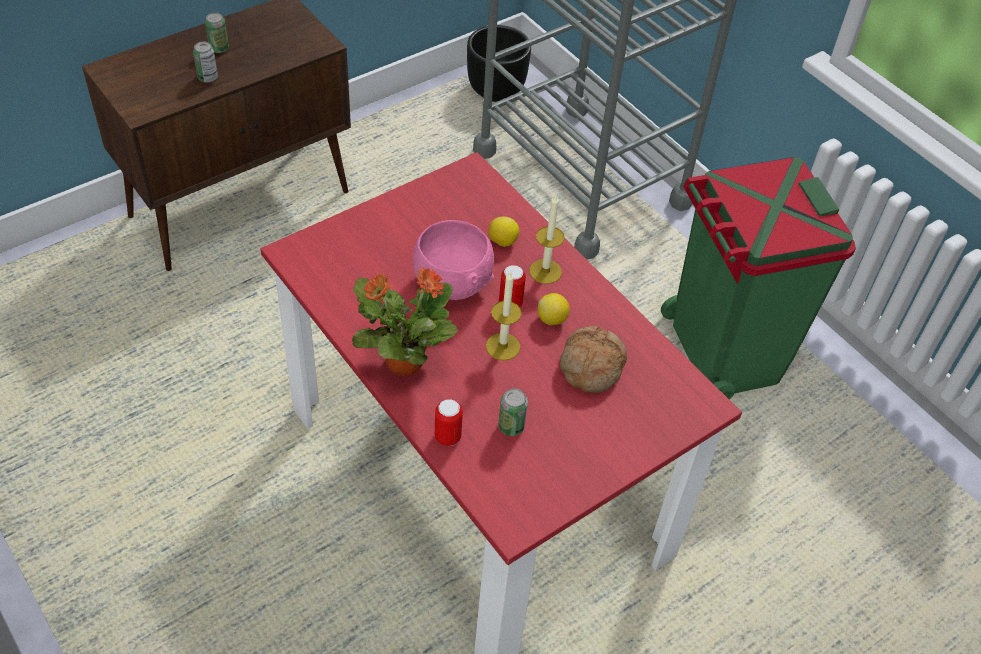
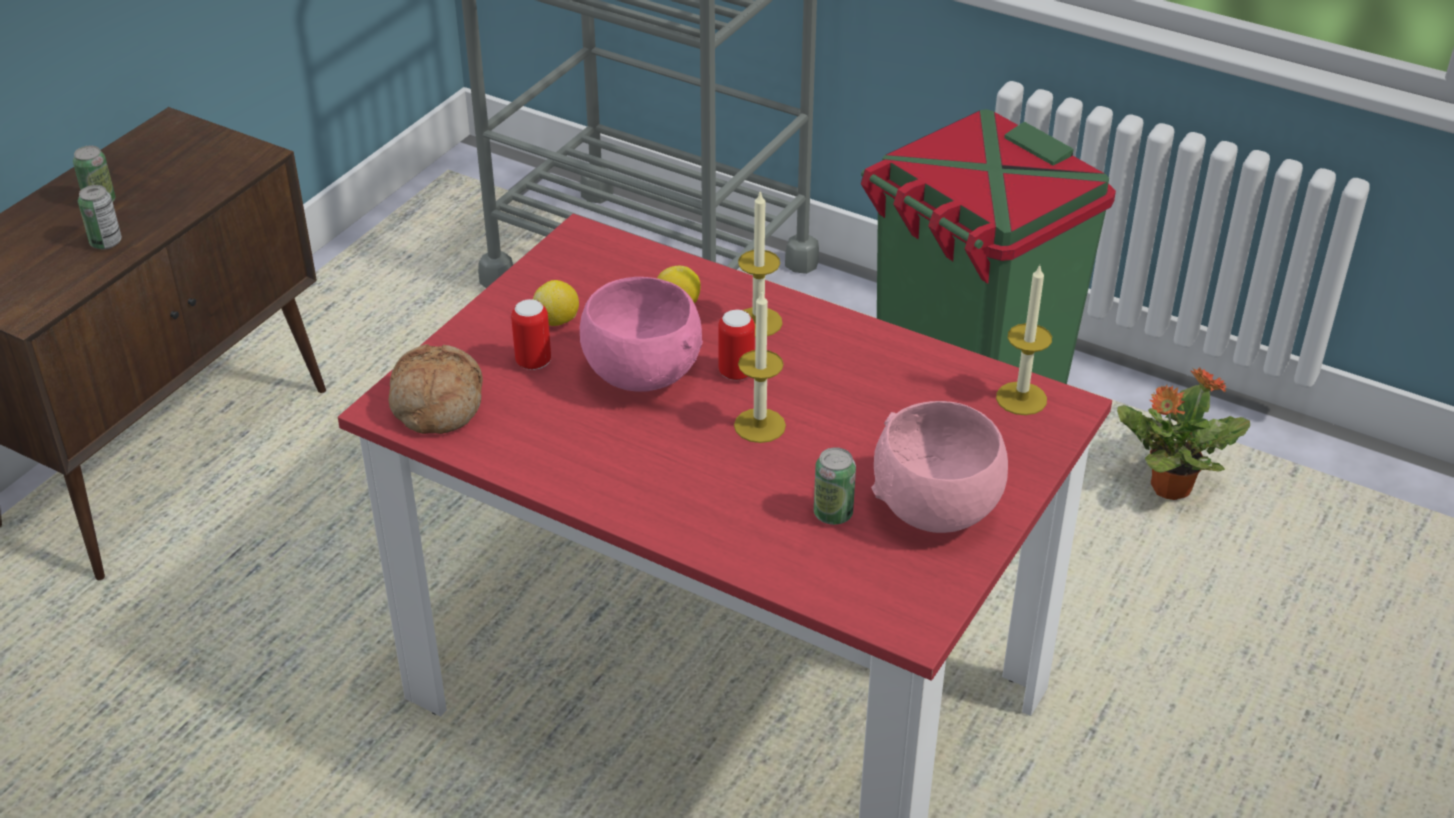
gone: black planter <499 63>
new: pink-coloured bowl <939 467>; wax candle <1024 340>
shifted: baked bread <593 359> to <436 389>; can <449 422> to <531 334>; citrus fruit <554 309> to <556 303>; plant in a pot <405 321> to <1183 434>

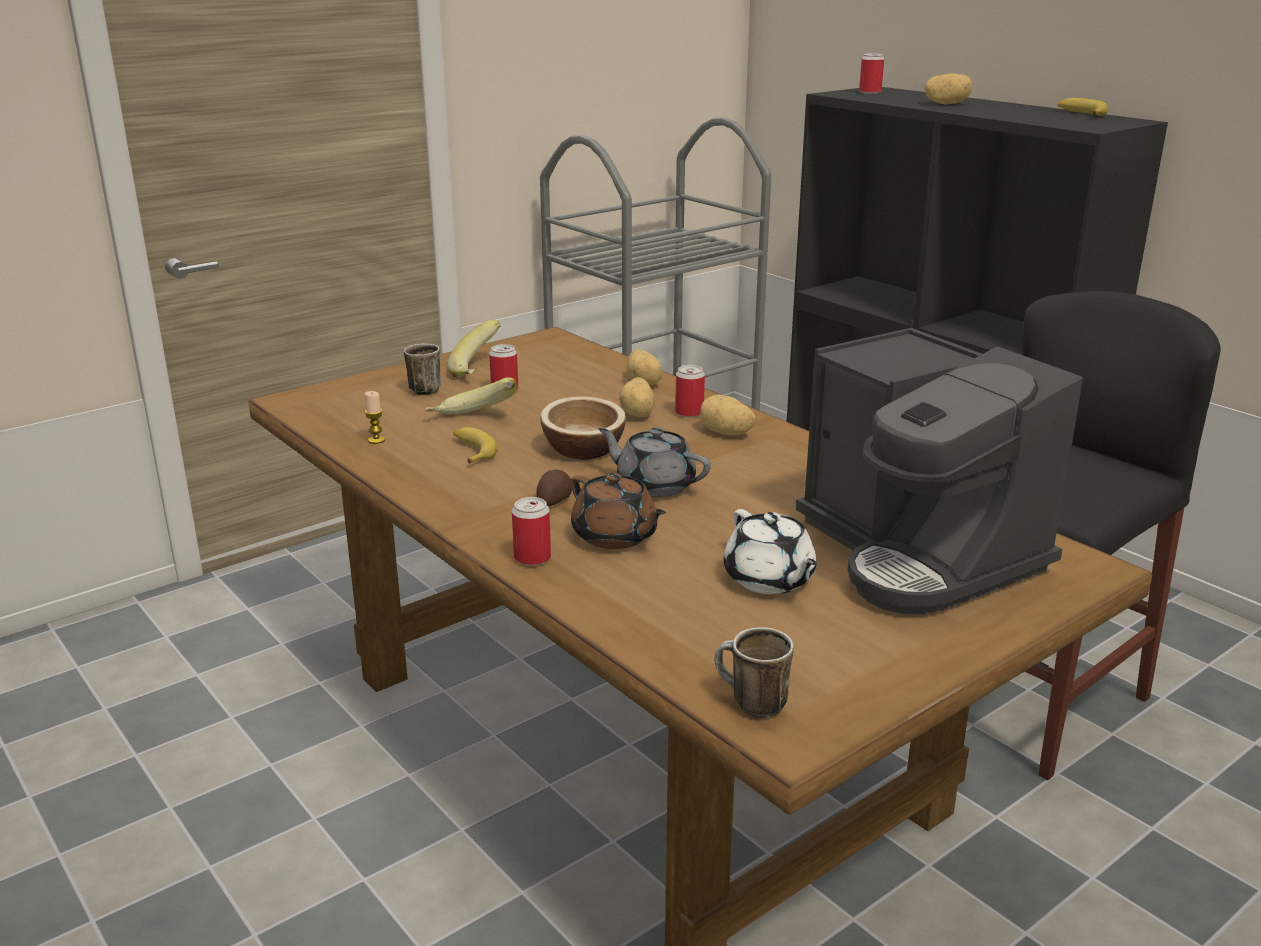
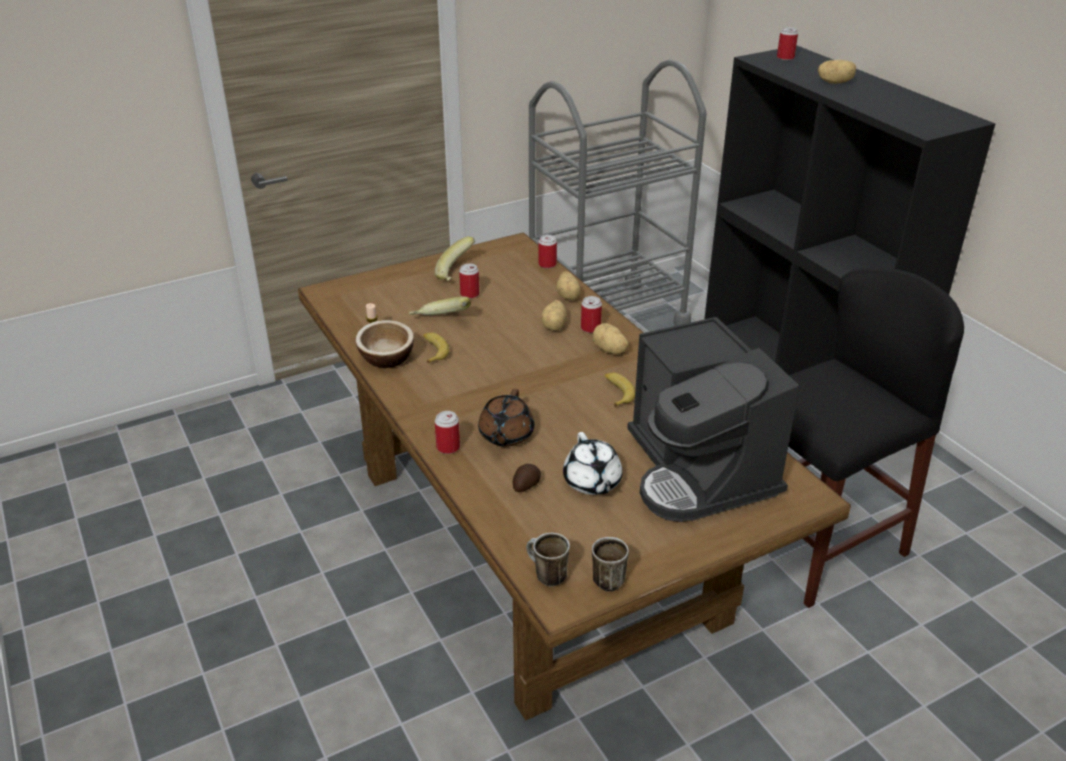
gone: gray teapot <654 462>
new: can <547 251>
shifted: bowl <583 428> to <384 344>; whole potato <554 487> to <527 478>; mug <422 369> to <610 564>; whole banana <1083 107> to <620 390>
rotated: brown-coloured teapot <618 511> = <506 418> 45 degrees clockwise

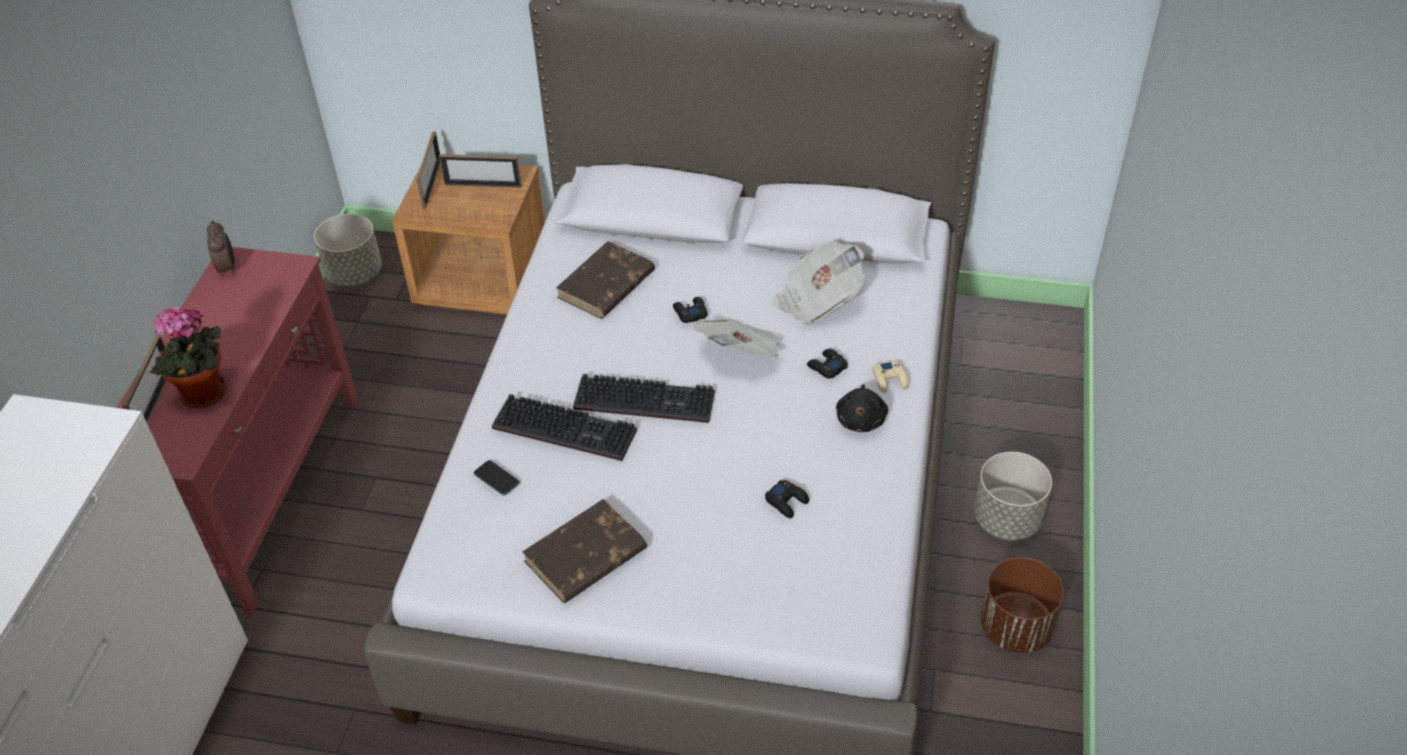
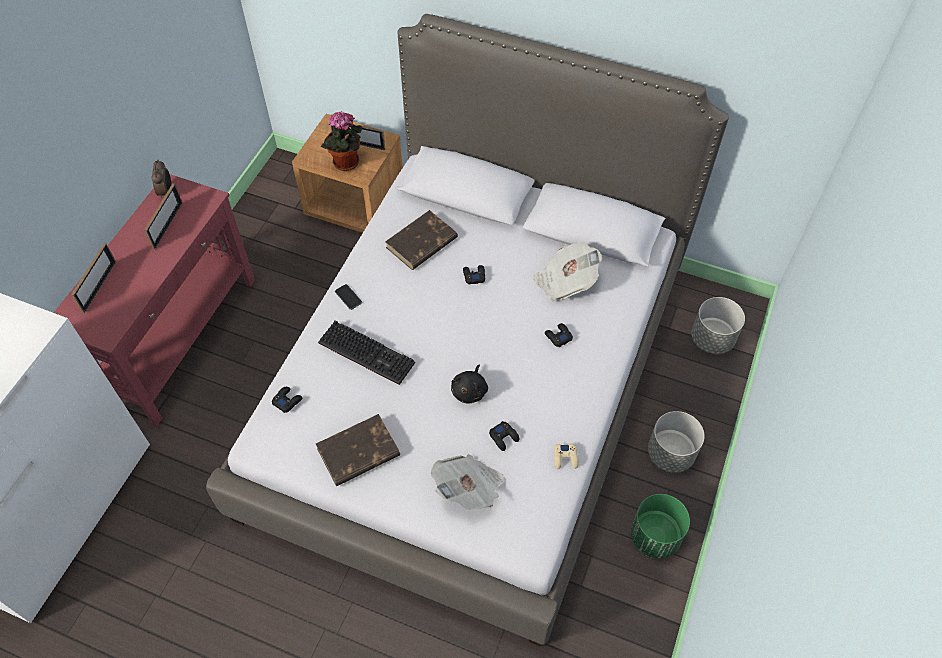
gone: keyboard <644 398>
new: black game controller <287 400>
shifted: standing frame <428 170> to <163 216>; plant in a pot <188 357> to <341 141>; phone <497 478> to <348 297>; printed paper <739 337> to <468 482>; black plush toy <862 408> to <469 384>; beige-coloured game controller <891 376> to <566 456>; gray planter <348 250> to <718 325>
repainted: brown-coloured planter <1022 605> to greenish planter <660 526>

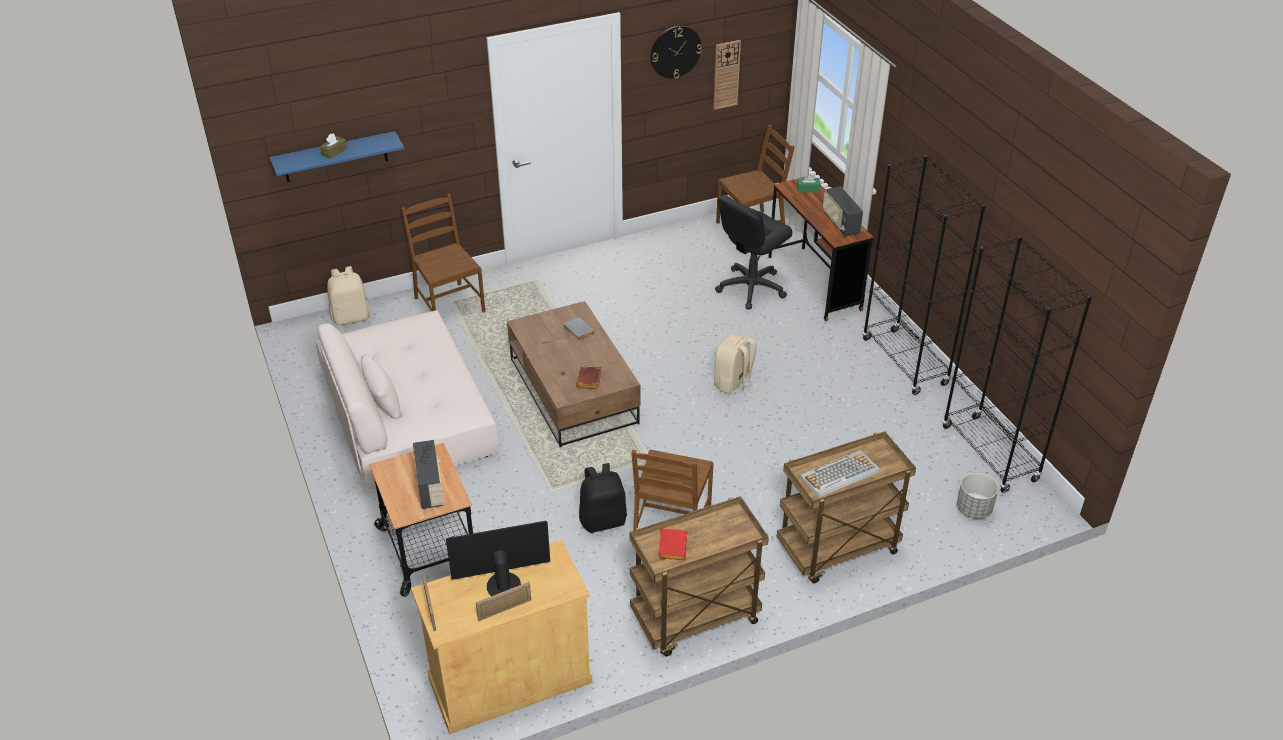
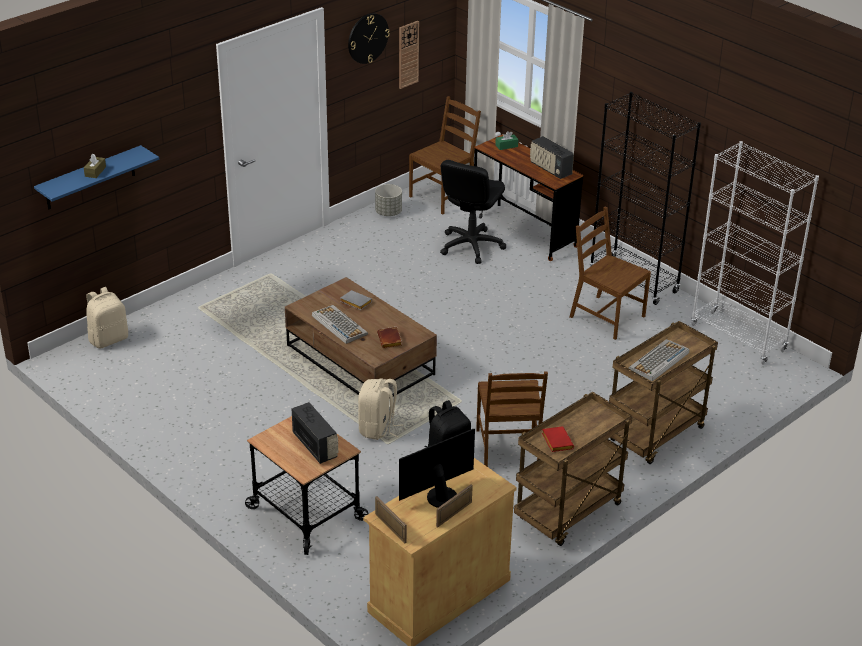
gone: beige-coloured settee <407 400>
new: keyboard <340 324>
shifted: beige-coloured rucksack <736 365> to <380 409>; gray planter <977 496> to <388 200>; brown-coloured chair <443 253> to <610 273>
repainted: black bookshelf <1017 364> to white-coloured bookshelf <755 253>

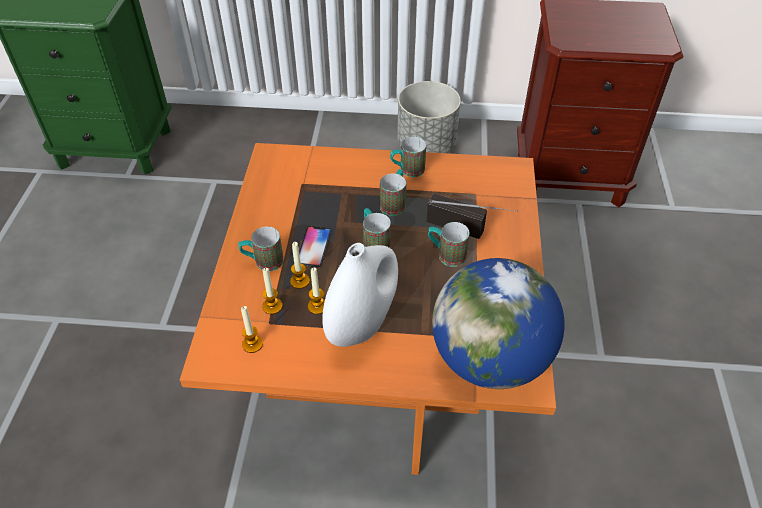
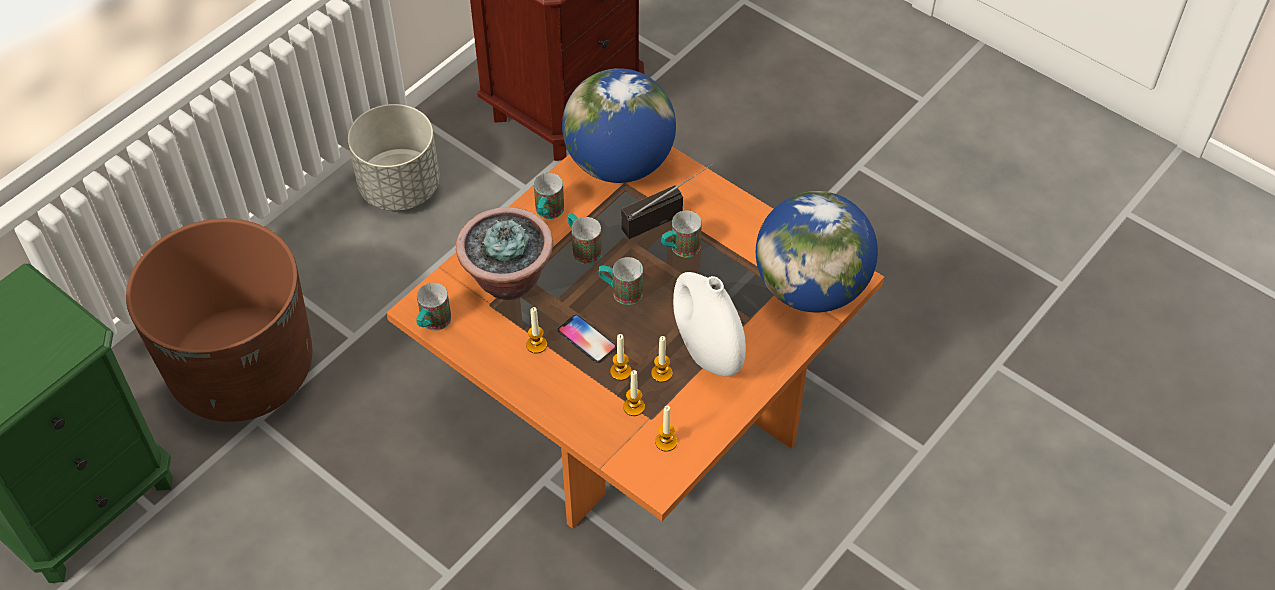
new: brown-coloured planter <219 320>; plant in a pot <504 253>; wax candle <536 330>; world globe <619 125>
shifted: mug <261 249> to <434 307>

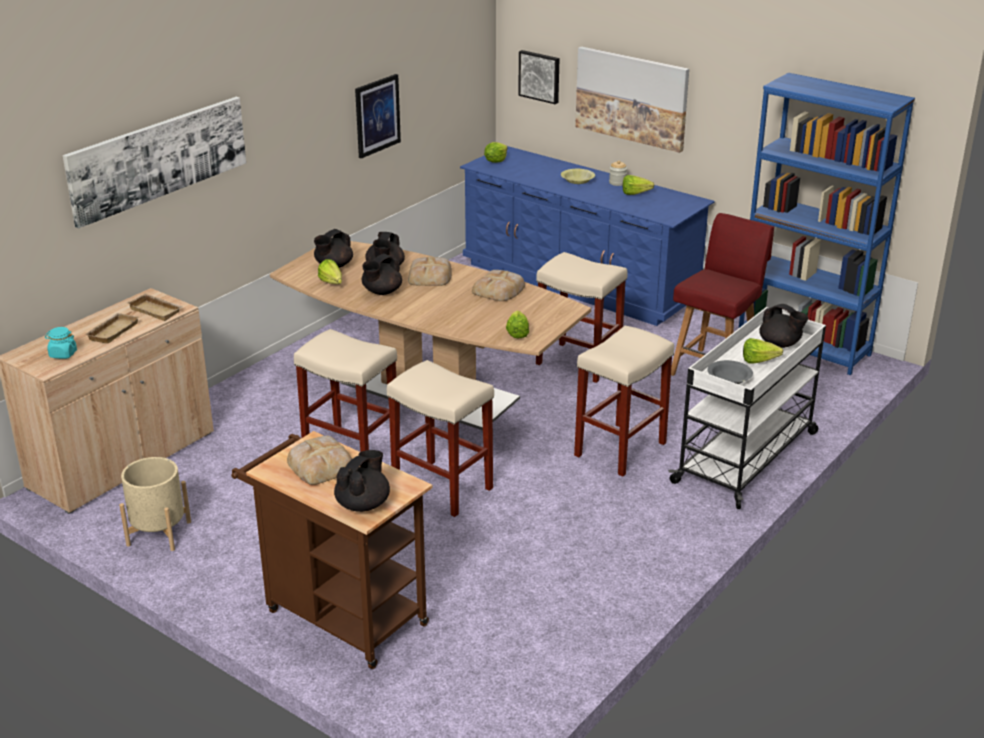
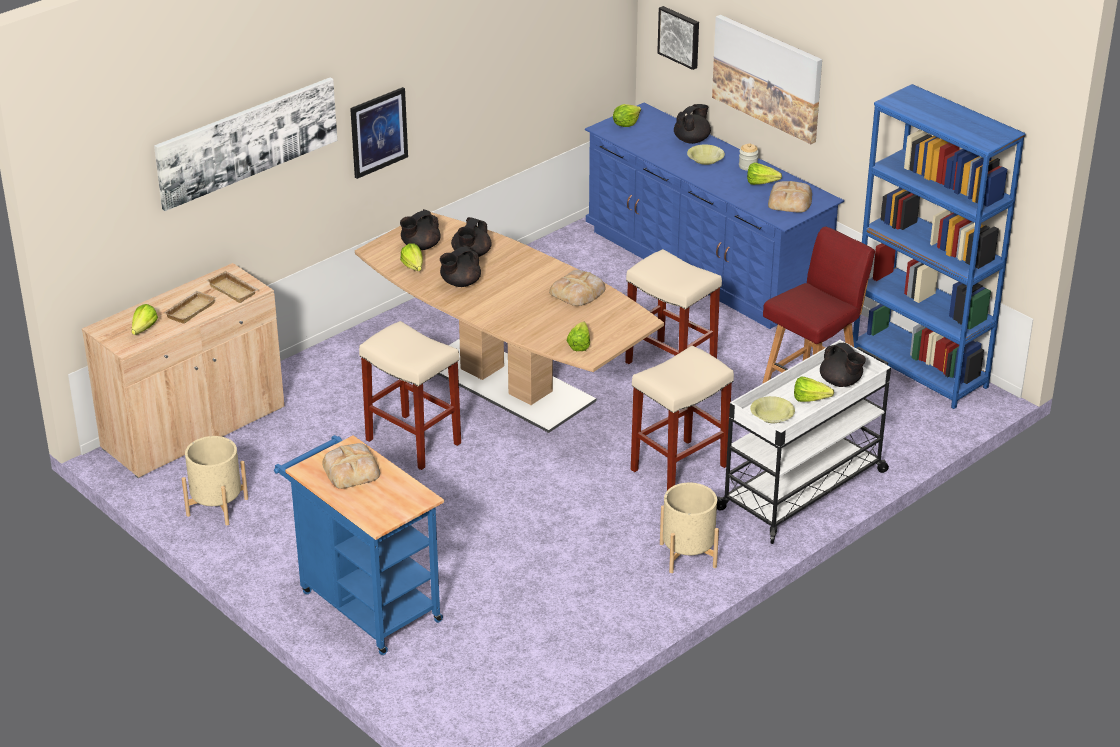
gone: beige-coloured sitting stool <440 438>
new: beige-coloured planter <689 528>
shifted: wall picture <378 116> to <379 133>; black teapot <362 481> to <692 124>; baked bread <430 271> to <790 197>
swapped: turquoise preserve jar <61 343> to lettuce head <144 319>
repainted: brown-coloured wheeled cart <332 550> to blue-coloured wheeled cart <359 545>; gray bowl <730 372> to yellow-coloured bowl <772 409>

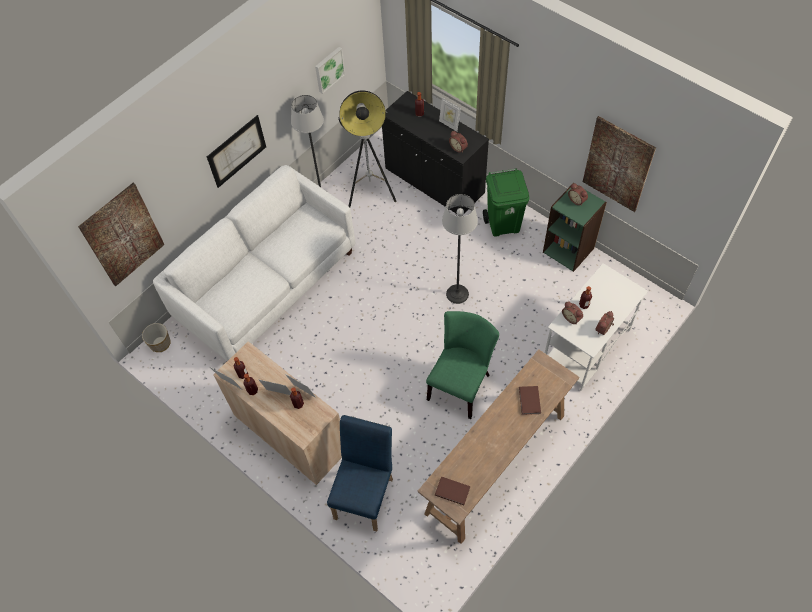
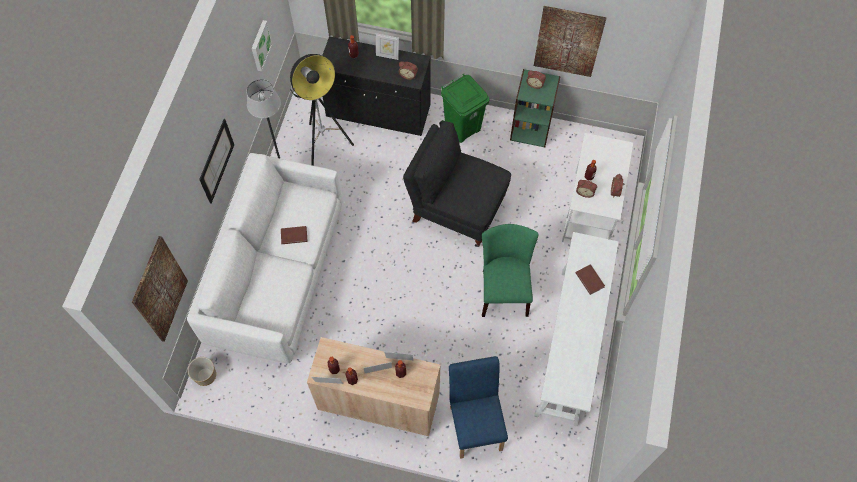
shifted: brown-coloured book <452 490> to <294 235>
swapped: floor lamp <460 249> to black chair <457 184>
repainted: brown-coloured narrow table <498 446> to white-coloured narrow table <576 329>

